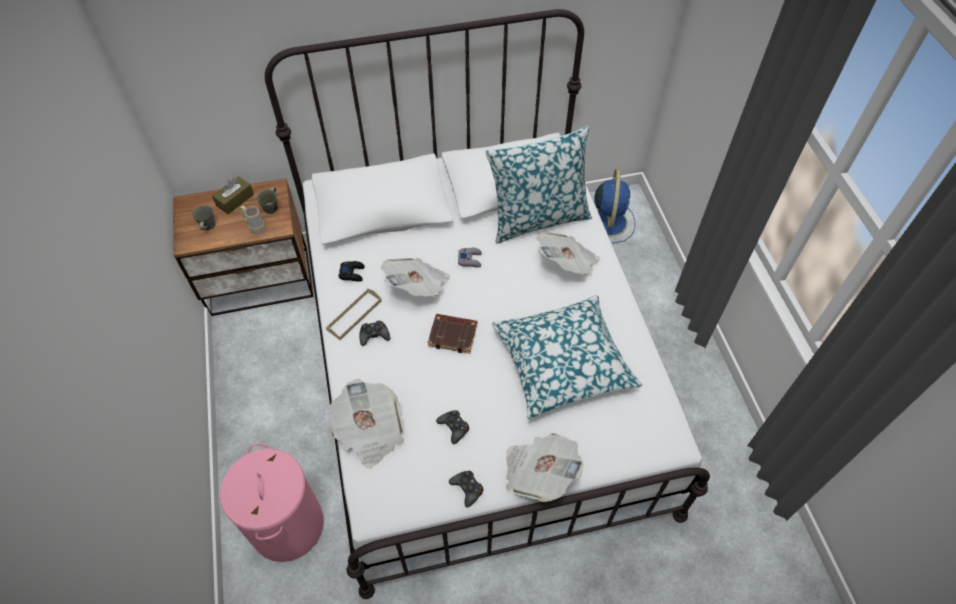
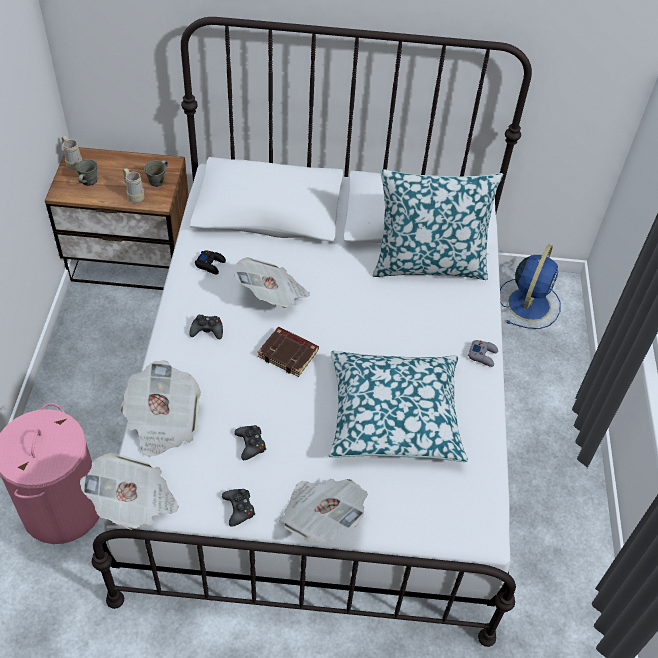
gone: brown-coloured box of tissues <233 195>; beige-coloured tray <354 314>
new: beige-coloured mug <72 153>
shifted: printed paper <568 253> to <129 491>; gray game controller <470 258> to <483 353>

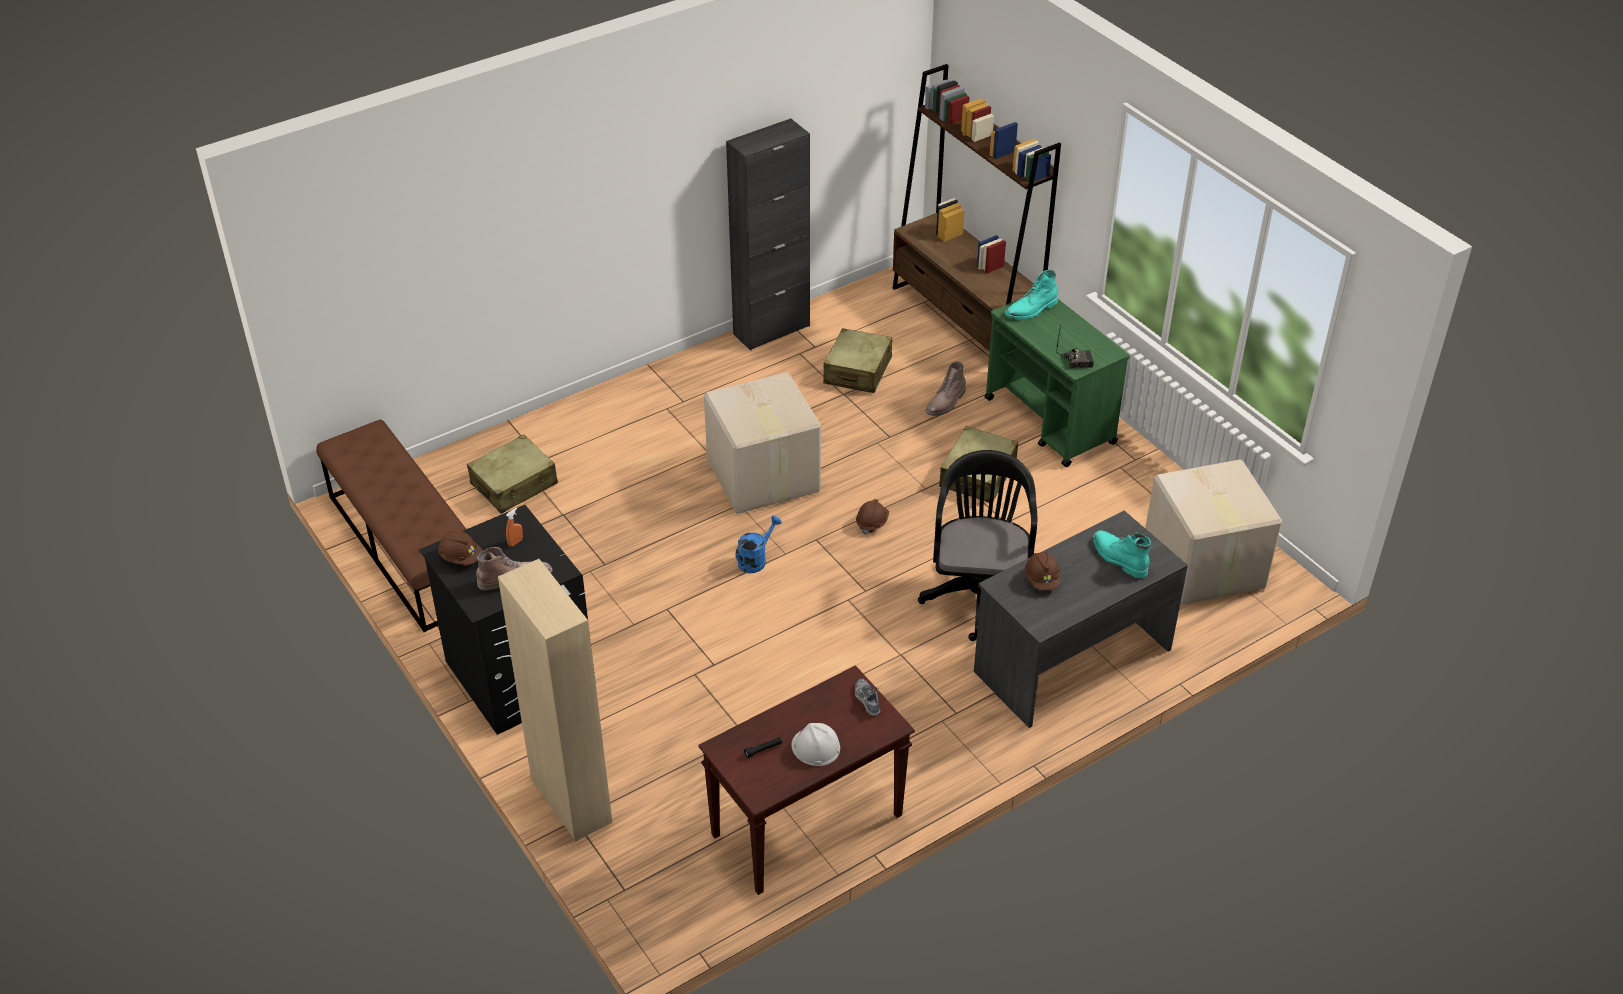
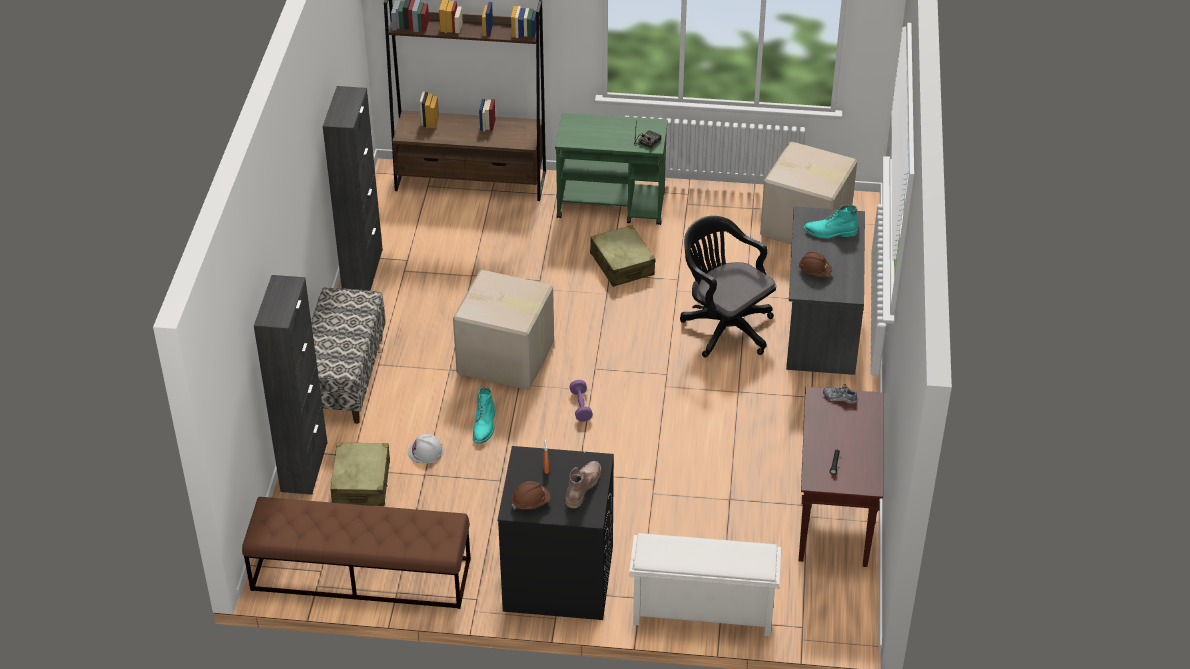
gone: beige-coloured travel case <857 360>; brown-coloured hard hat <872 517>; brown-coloured high-top boot <946 389>
new: black cupboard <290 385>; bench <348 356>
shifted: white-coloured hard hat <815 744> to <426 449>; turquoise high-top boot <1031 294> to <484 415>
swapped: blue-coloured watering pot <758 544> to purple free weight <581 401>; beige-coloured cupboard <555 700> to white-coloured shoe rack <705 585>

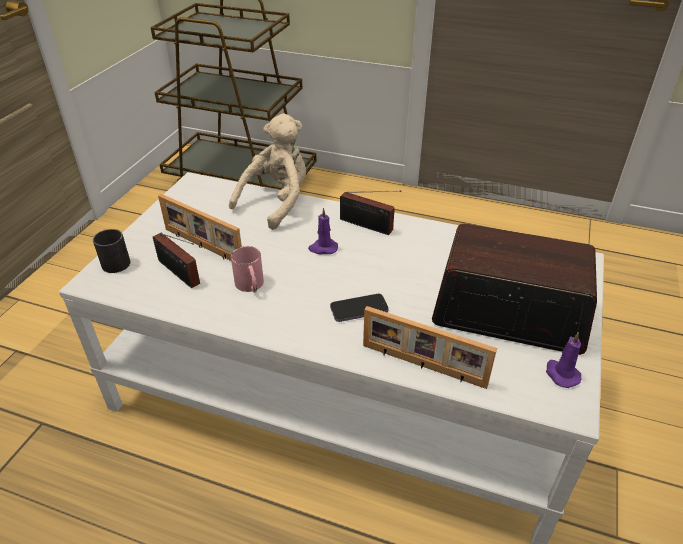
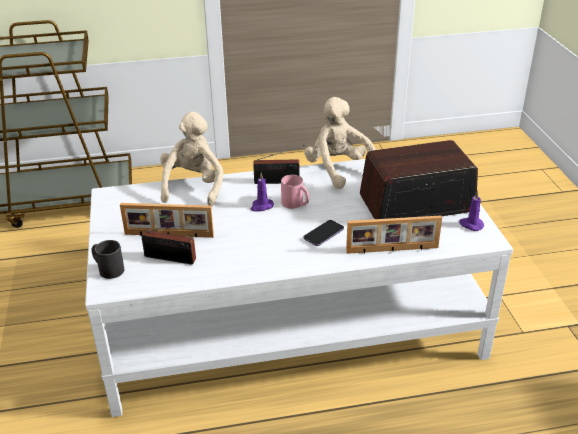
new: beige-coloured plush toy <340 143>
shifted: pink-coloured mug <247 269> to <295 192>

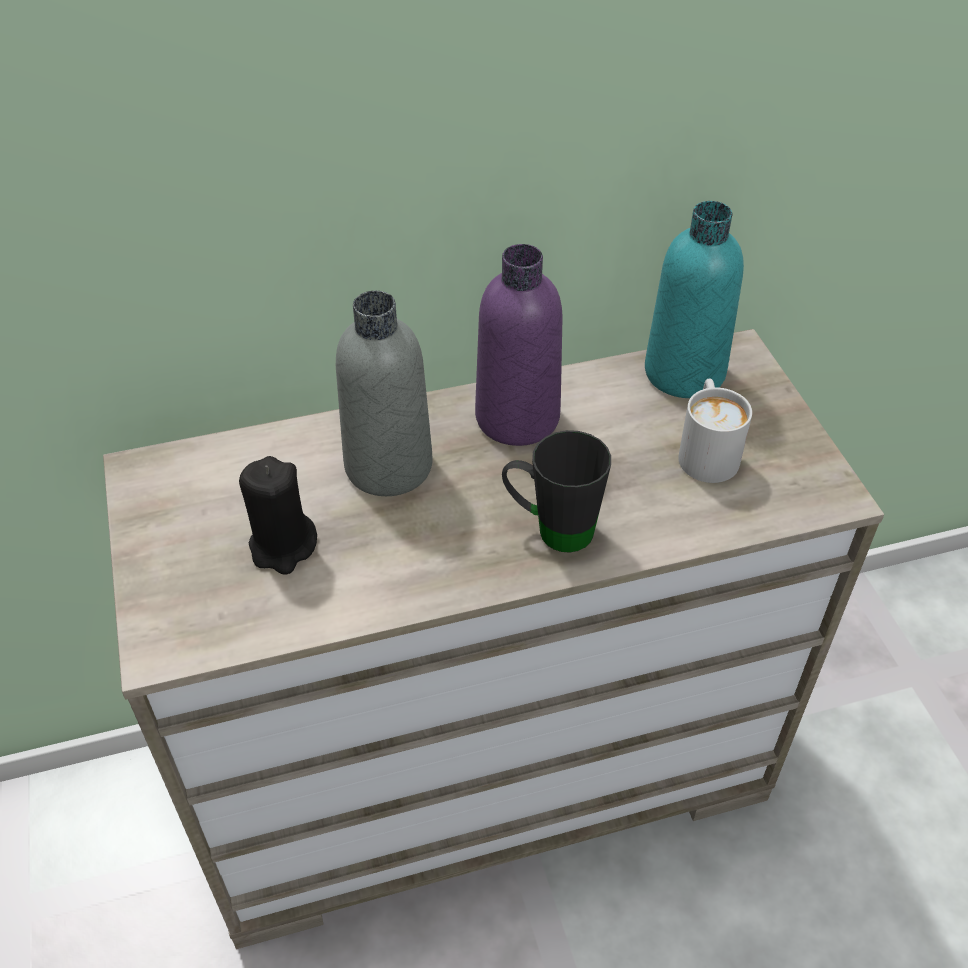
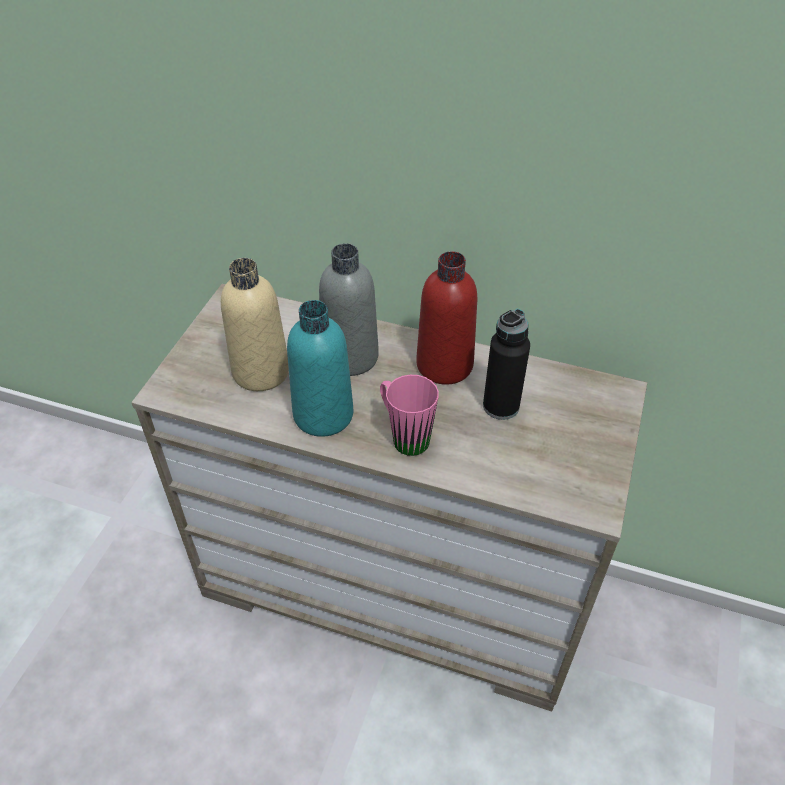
gone: white-coloured mug <715 431>
new: black bottle <506 364>
shifted: turquoise bottle <694 299> to <320 368>
swapped: black wax candle <278 515> to beige-coloured bottle <255 324>
repainted: black mug <556 491> to pink-coloured mug <409 415>; purple bottle <519 345> to reddish bottle <446 318>

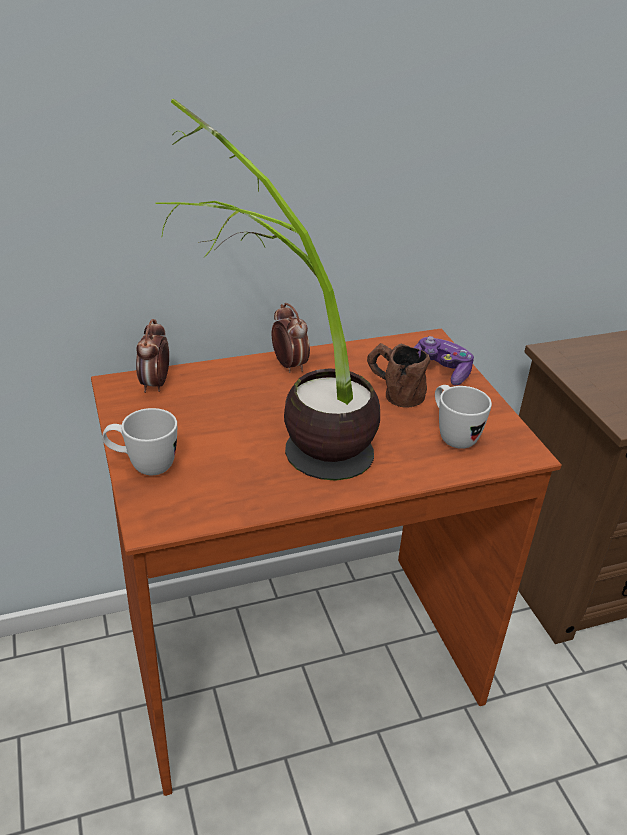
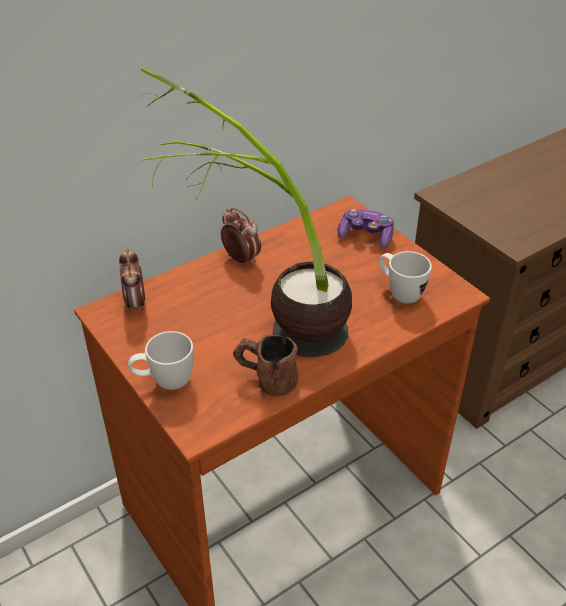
shifted: brown-coloured mug <398 375> to <265 365>

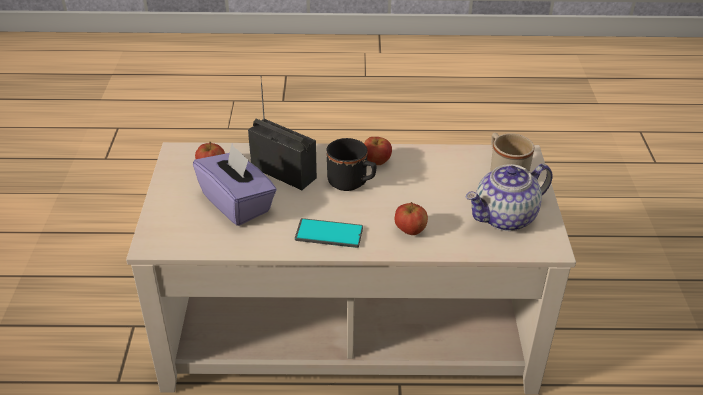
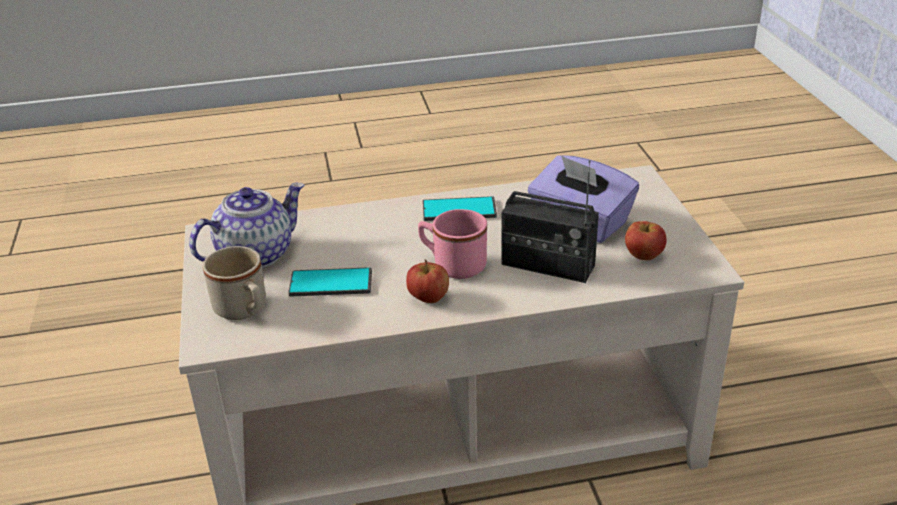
gone: apple fruit <411 218>
new: phone <330 282>
repainted: black mug <351 164> to pink-coloured mug <452 244>

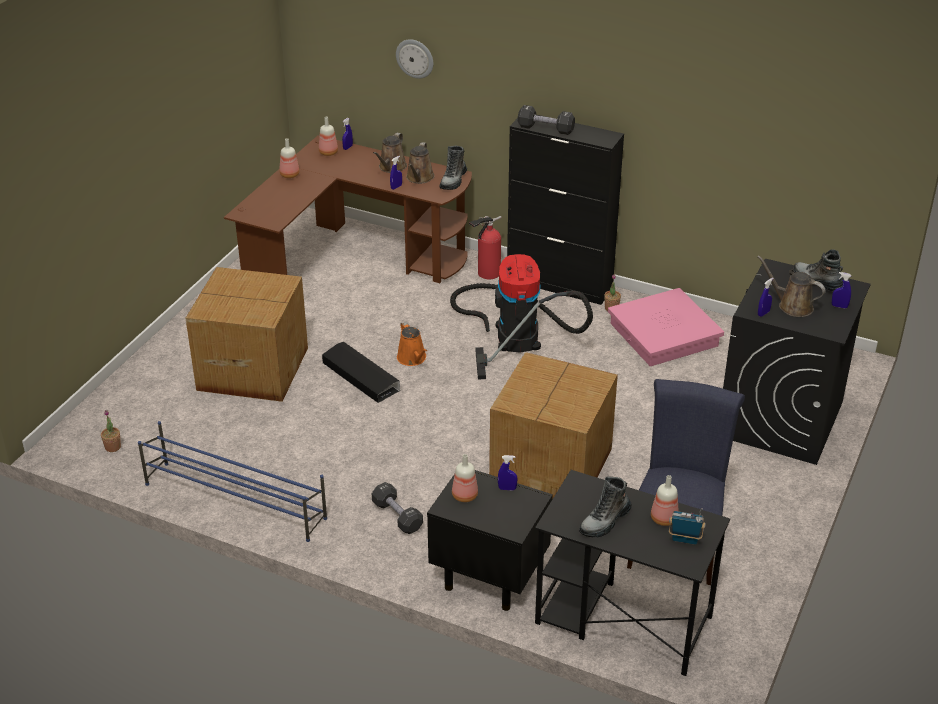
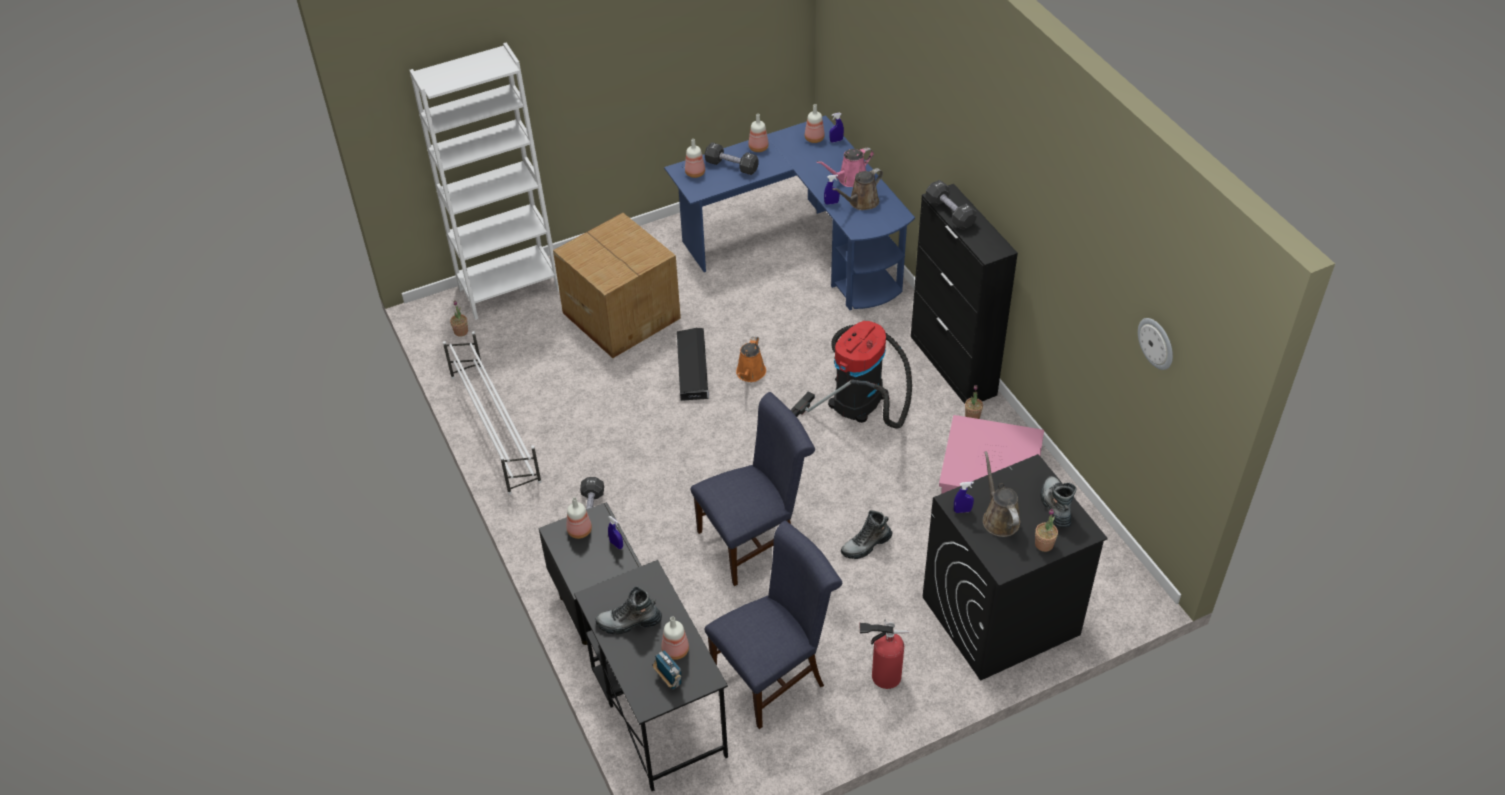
new: white-coloured bookshelf <484 181>; bottle <695 158>; black free weight <732 158>
shifted: high-top boot <453 168> to <866 534>; fire-fighting cylinder <485 247> to <884 654>; clock on the wall <414 59> to <1155 344>
swapped: cardboard box <553 425> to blue-coloured chair <753 489>; blue-coloured sprayer <841 290> to plant in a pot <1046 530>
repainted: blue-coloured shoe rack <232 481> to white-coloured shoe rack <492 412>; brown-coloured desk unit <348 209> to blue-coloured desk unit <789 212>; brown-coloured watering pot <390 153> to pink-coloured watering pot <845 167>

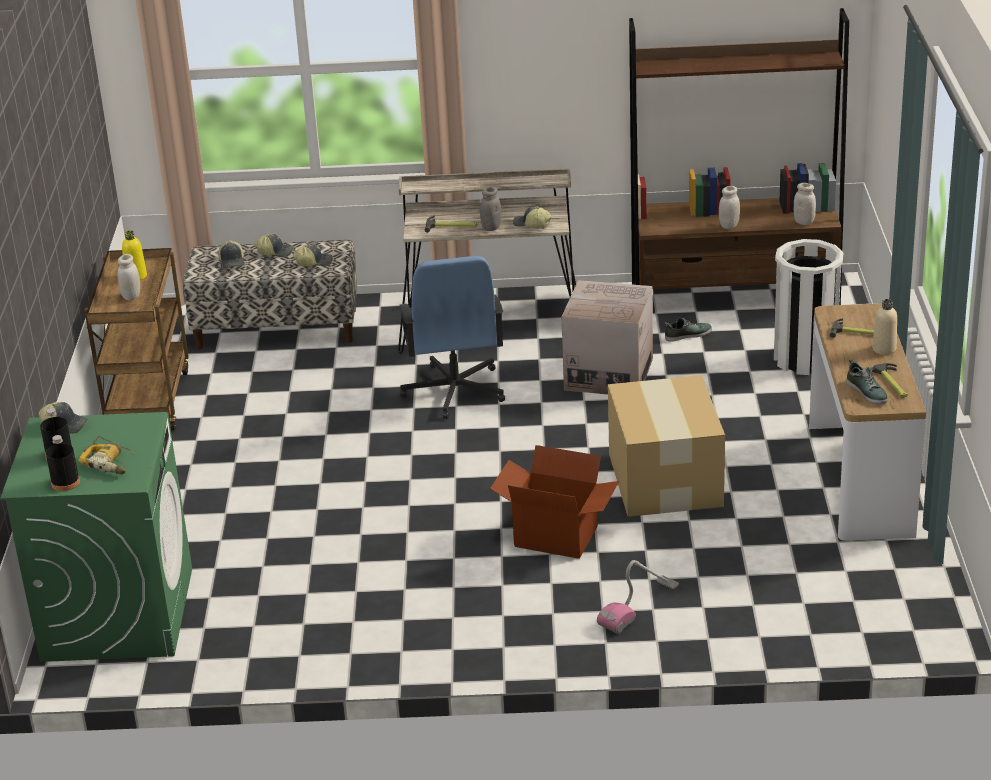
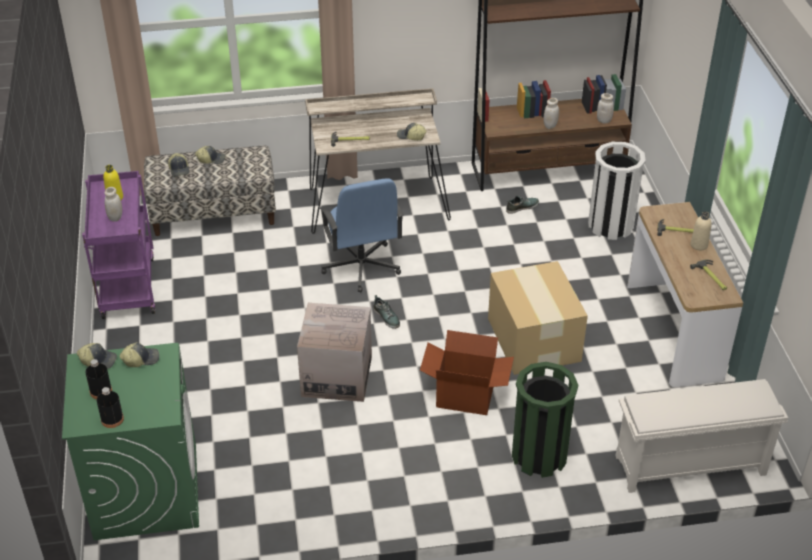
gone: electric drill <106 455>; gray preserve jar <490 209>
new: white-coloured shoe rack <701 436>
shifted: cap <313 255> to <139 355>; cardboard box <607 337> to <334 352>; item of footwear <867 382> to <386 312>
swapped: vacuum <638 597> to greenish waste bin <545 420>
repainted: brown-coloured wheeled cart <136 339> to purple wheeled cart <118 245>

